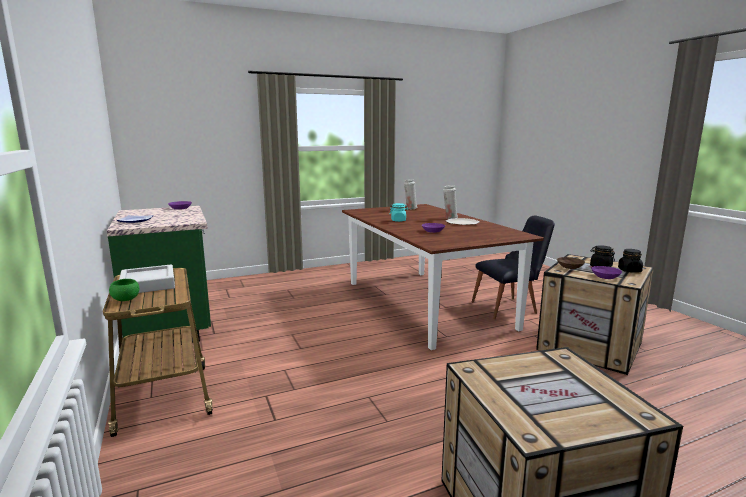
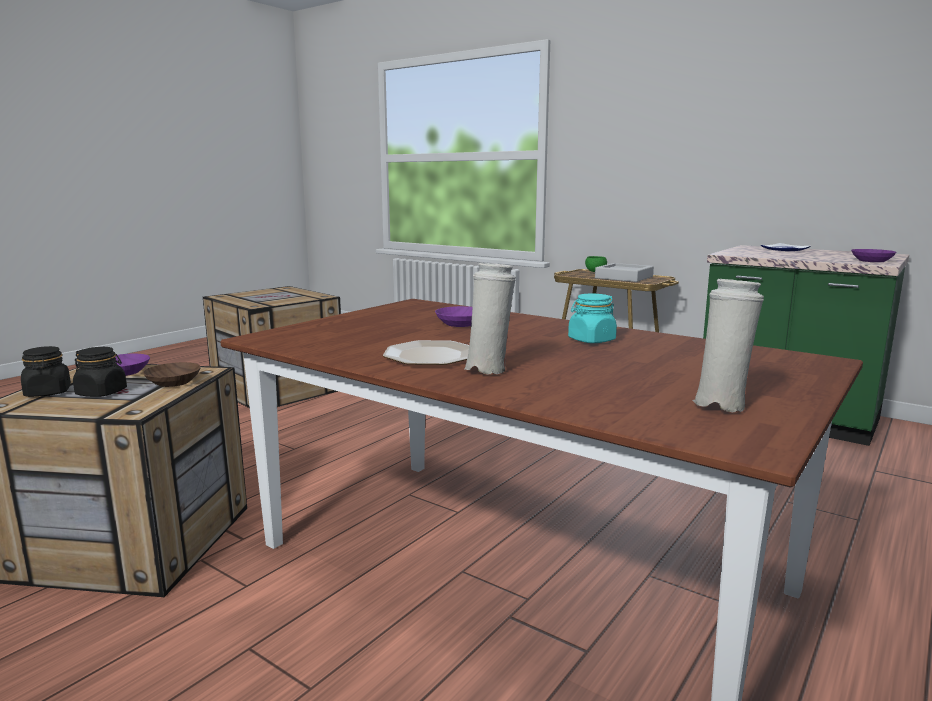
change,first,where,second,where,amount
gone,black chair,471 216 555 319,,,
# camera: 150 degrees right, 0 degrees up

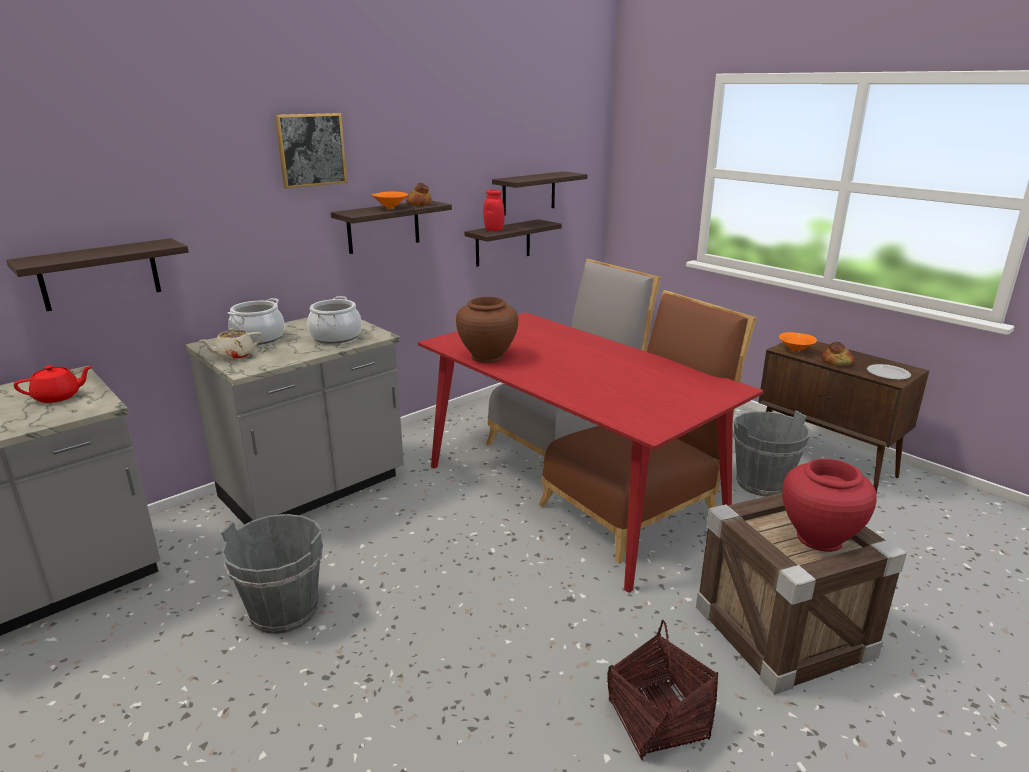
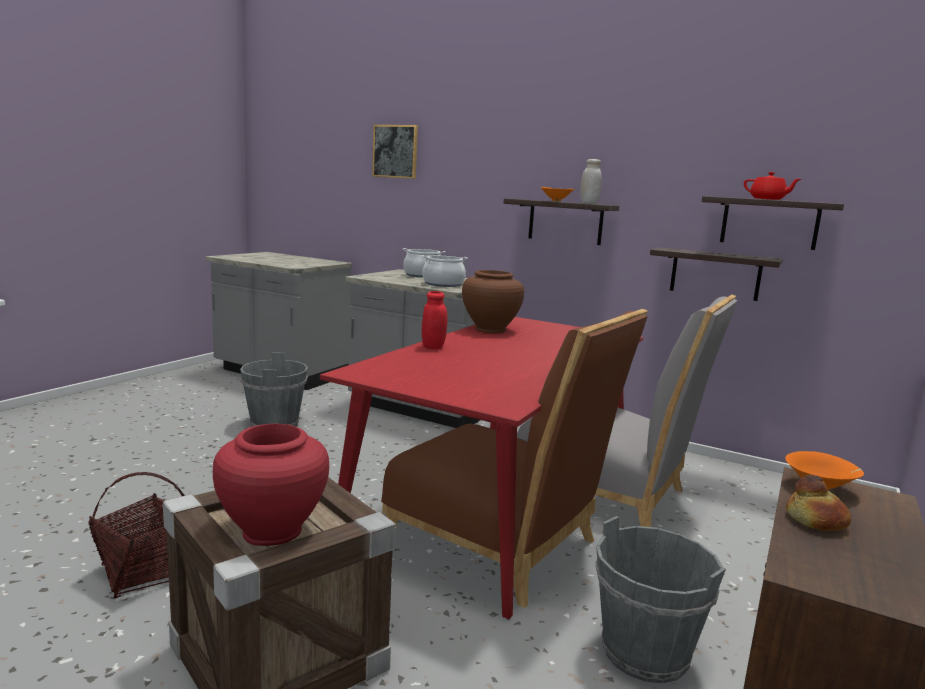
change,first,where,second,where,amount
gone,shelf,6 238 189 311,,,
gone,beige teapot,199 328 262 360,,,
gone,plate,867 364 911 380,,,
shifted,red teapot,14 365 93 403,,744 172 801 200,
shifted,picture,275 113 347 189,,372 125 418 179,
shifted,red jar,483 189 504 231,,422 291 447 349,
swapped,bread,406 183 432 206,white jar,580 159 602 204,
# camera: 70 degrees right, 10 degrees down

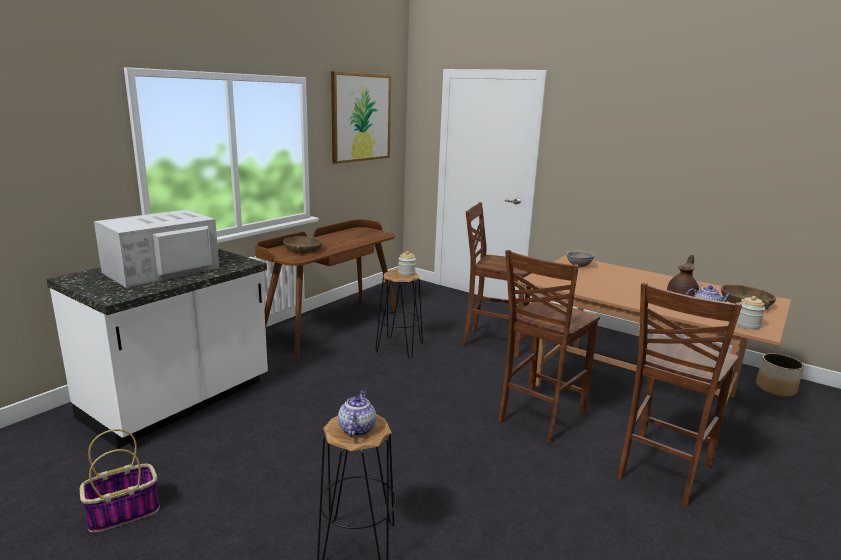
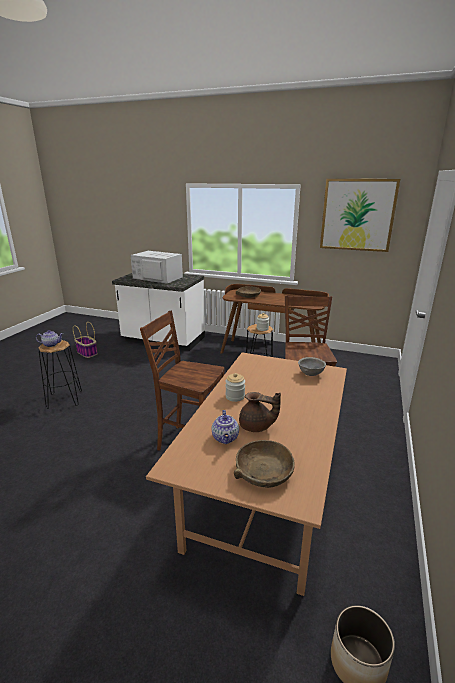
change,first,where,second,where,amount
gone,brown chair,617 283 742 507,,,
shifted,jar,736 296 765 330,,225 373 245 402,
# camera: 75 degrees right, 5 degrees up

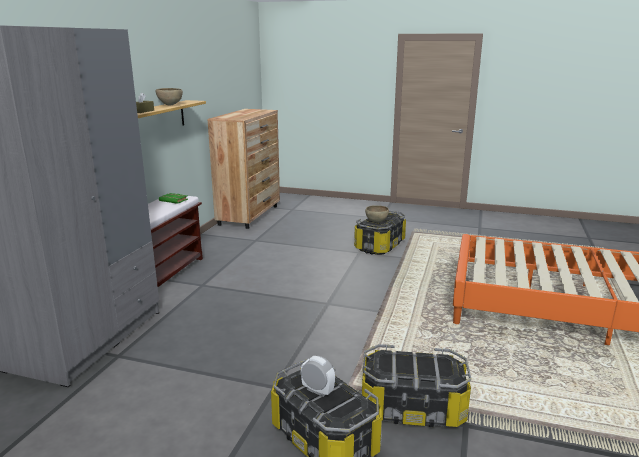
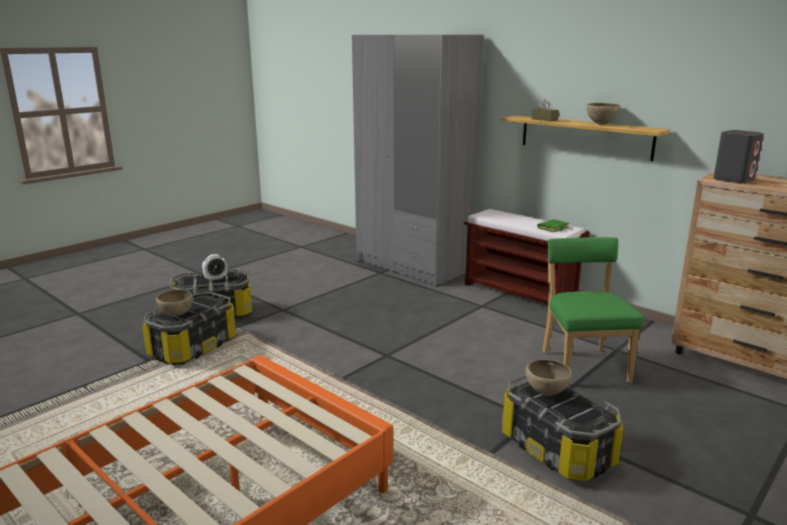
change,first,where,second,where,amount
new,,,brown bowl,156 289 193 316,
new,,,green chair,543 237 644 383,
new,,,grey speaker,714 130 764 183,
# camera: 115 degrees right, 0 degrees up

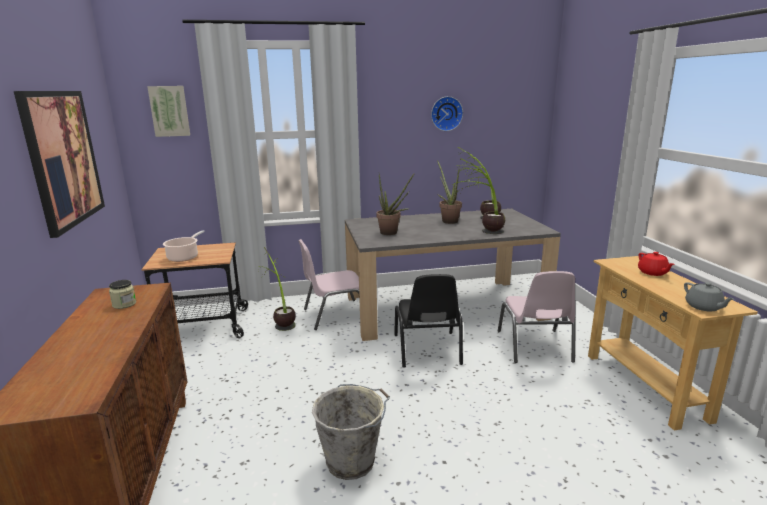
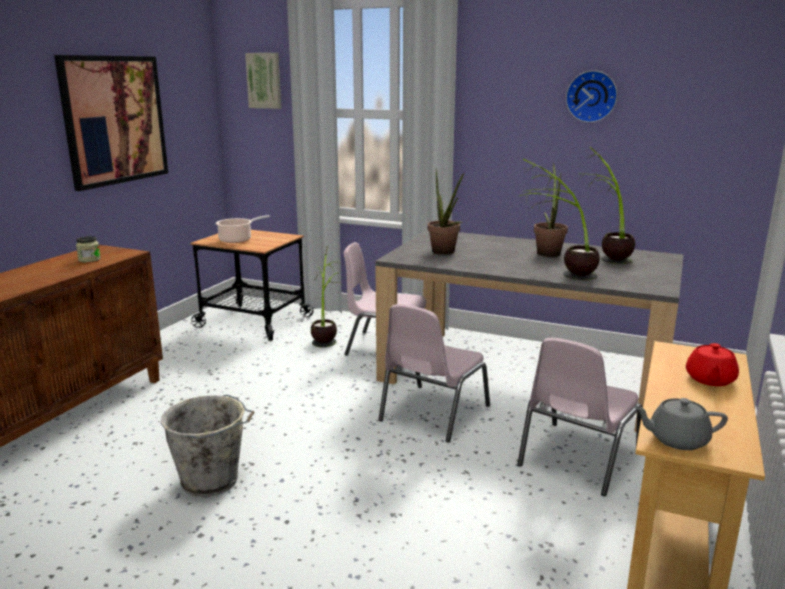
change,first,where,second,where,amount
repainted,black chair,394 274 463 368,pink chair,378 304 490 443,
rotated,grey teapot,684 282 735 311,,633 398 728 450,75 degrees clockwise
# camera: 35 degrees right, 0 degrees up

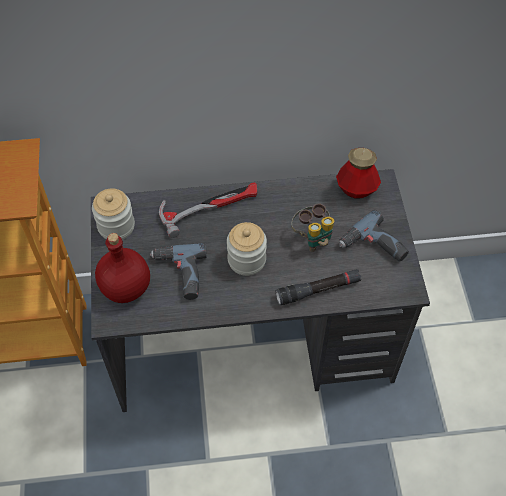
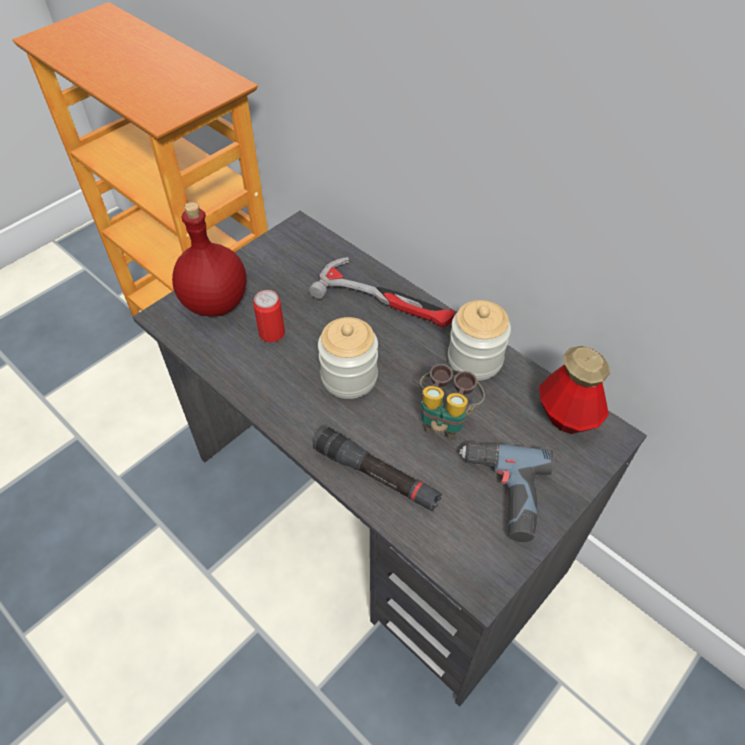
change,first,where,second,where,amount
shifted,jar,92 189 135 240,,448 300 511 381,
swapped,power drill,150 243 207 300,can,253 290 285 342,
# camera: 50 degrees right, 5 degrees down

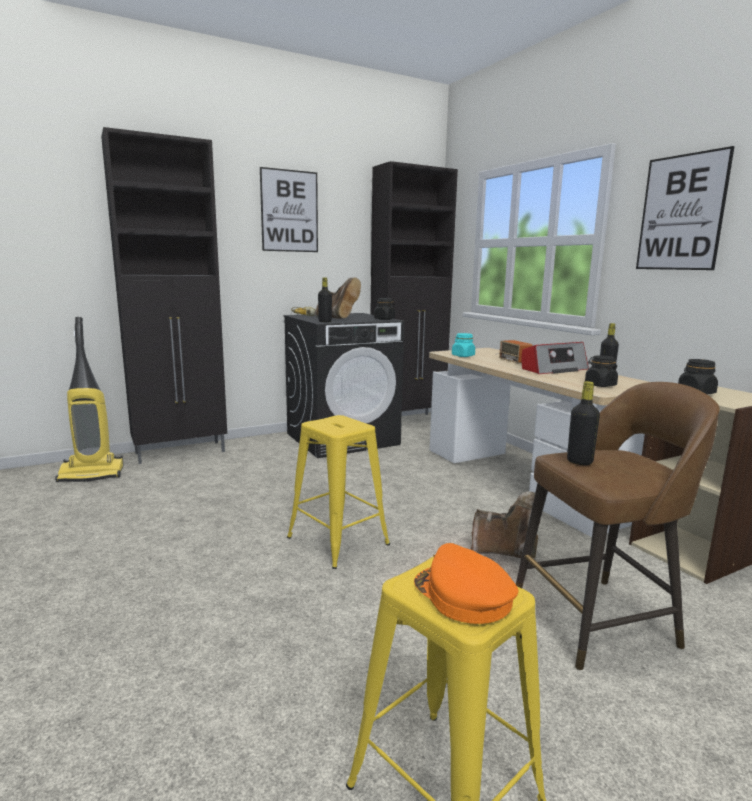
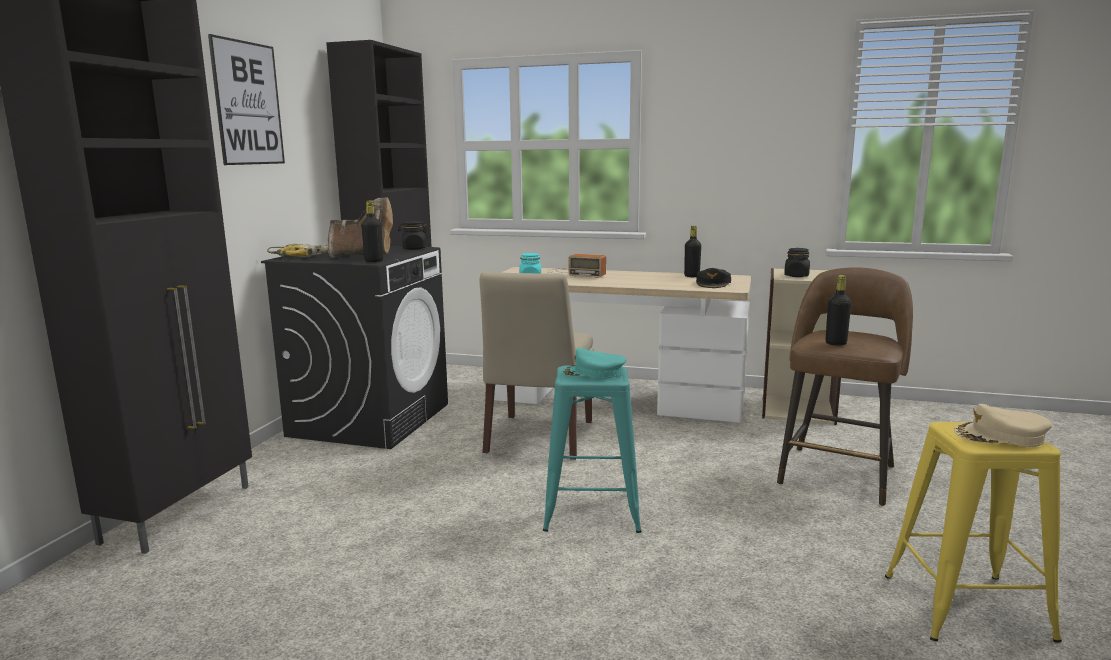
change,first,where,second,where,amount
gone,vacuum cleaner,55 317 124 482,,,
gone,brown boot,471 491 540 558,,,
gone,radio,522 342 589 374,,,
gone,picture,636 146 735 270,,,
new,,,beige chair,480 272 594 460,
new,,,turquoise cap,562 348 626 379,
swapped,black jar,585 355 618 387,black cap,696 268 731 288,
repainted,yellow stool,287 415 390 569,turquoise stool,543 365 642 533,
repainted,orange cap,414 543 518 624,beige cap,954 404 1052 447,
# camera: 45 degrees left, 0 degrees up

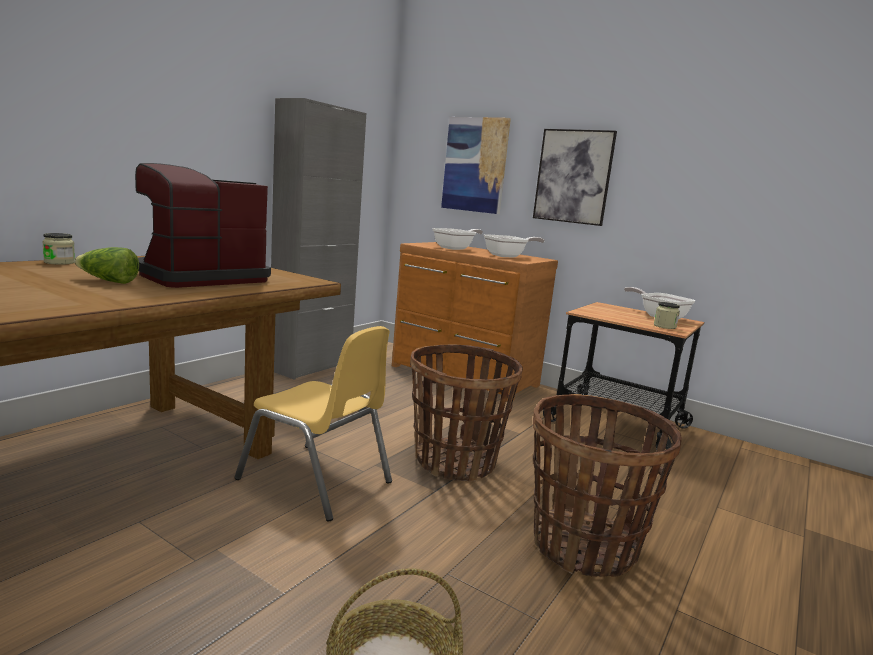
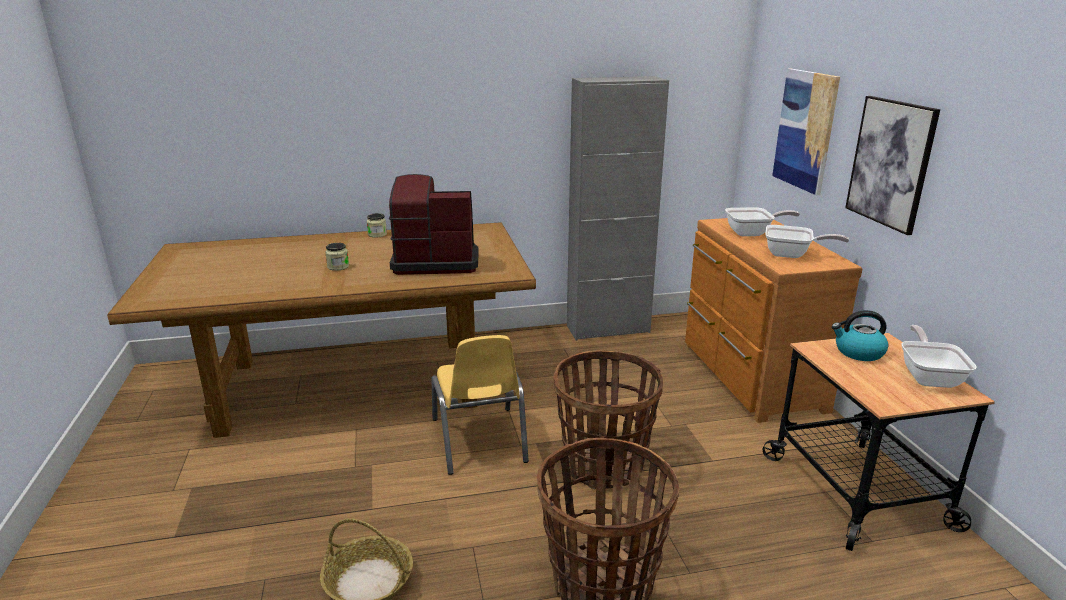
change,first,where,second,where,amount
gone,lettuce,74 247 139 284,,,
new,,,kettle,832 310 888 361,
shifted,jar,654 302 680 329,,325 243 349 271,
# camera: 45 degrees right, 10 degrees up

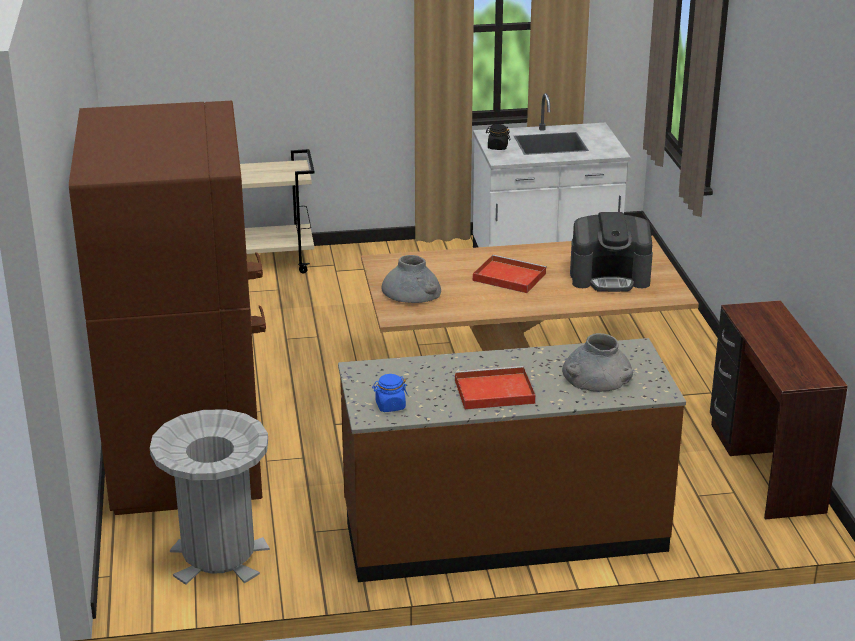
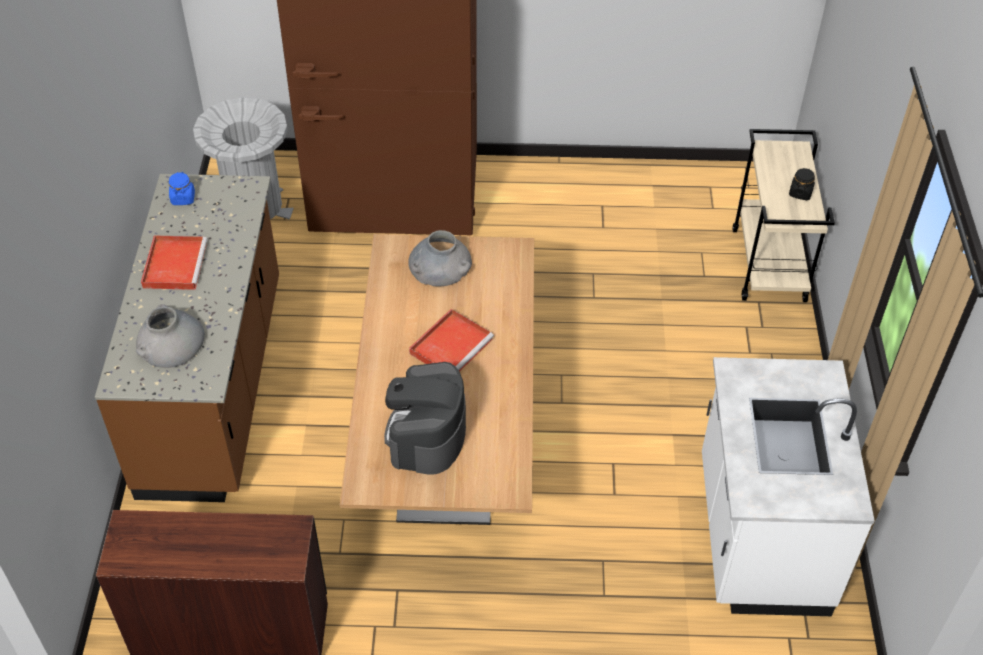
change,first,where,second,where,amount
shifted,black jar,485 124 510 150,,789 168 815 200,
# camera: 100 degrees right, 20 degrees up

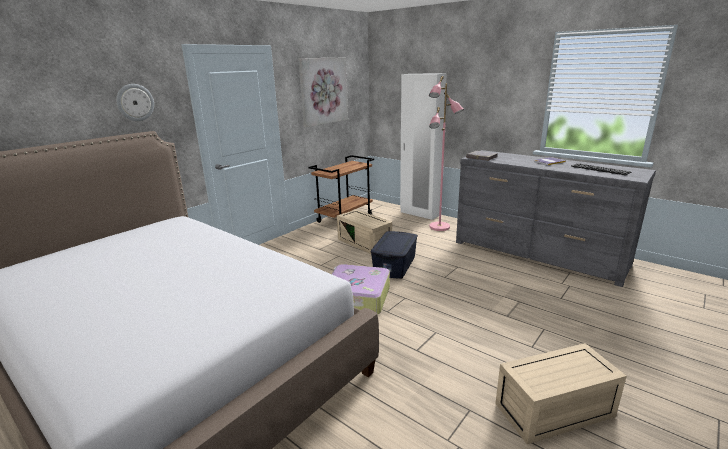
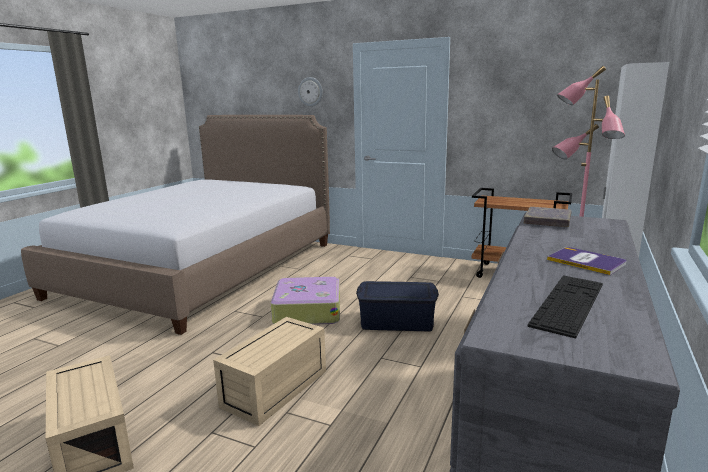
change,first,where,second,where,amount
gone,picture,298 58 348 127,,,
shifted,beige storage box,337 209 392 254,,213 317 326 426,
# camera: 75 degrees right, 5 degrees down

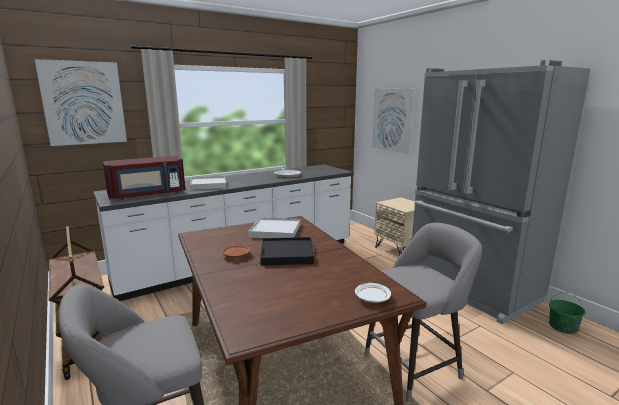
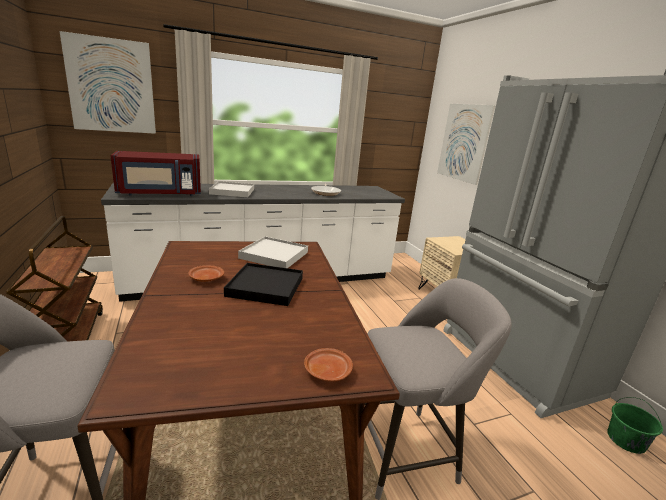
change,first,where,second,where,amount
repainted,white plate,355 283 391 303,brown plate,304 348 353 382,
# camera: 10 degrees right, 5 degrees up

